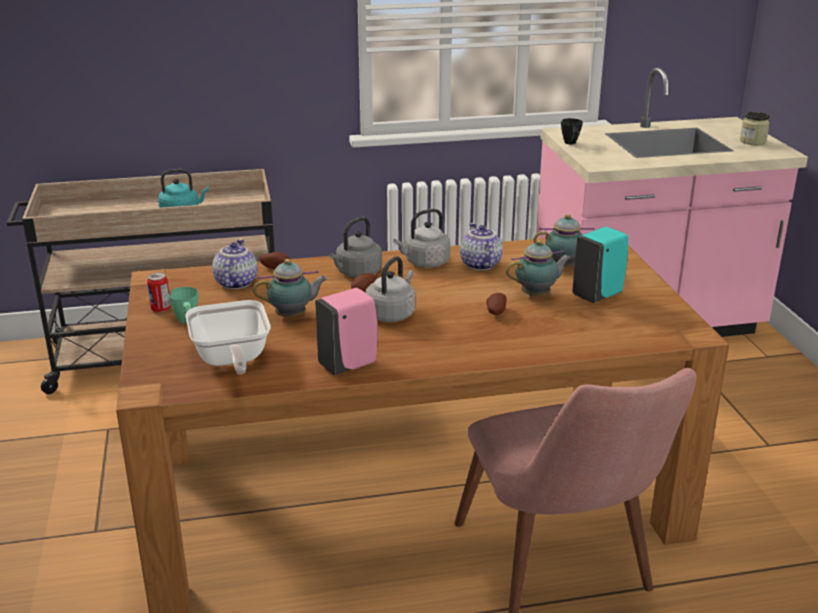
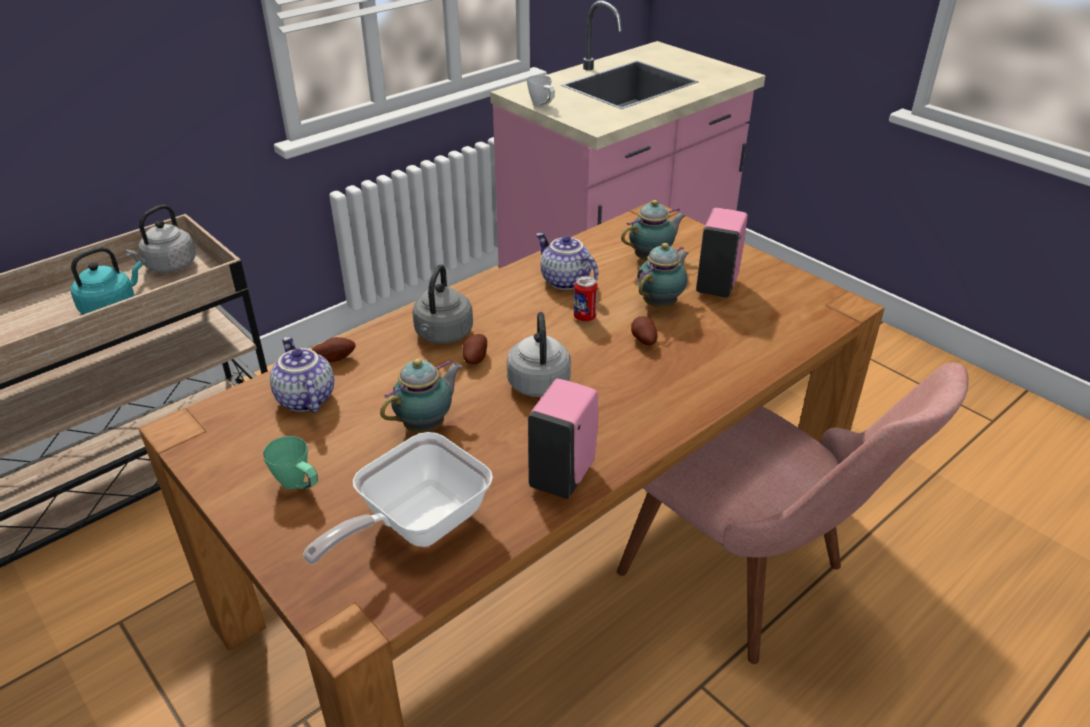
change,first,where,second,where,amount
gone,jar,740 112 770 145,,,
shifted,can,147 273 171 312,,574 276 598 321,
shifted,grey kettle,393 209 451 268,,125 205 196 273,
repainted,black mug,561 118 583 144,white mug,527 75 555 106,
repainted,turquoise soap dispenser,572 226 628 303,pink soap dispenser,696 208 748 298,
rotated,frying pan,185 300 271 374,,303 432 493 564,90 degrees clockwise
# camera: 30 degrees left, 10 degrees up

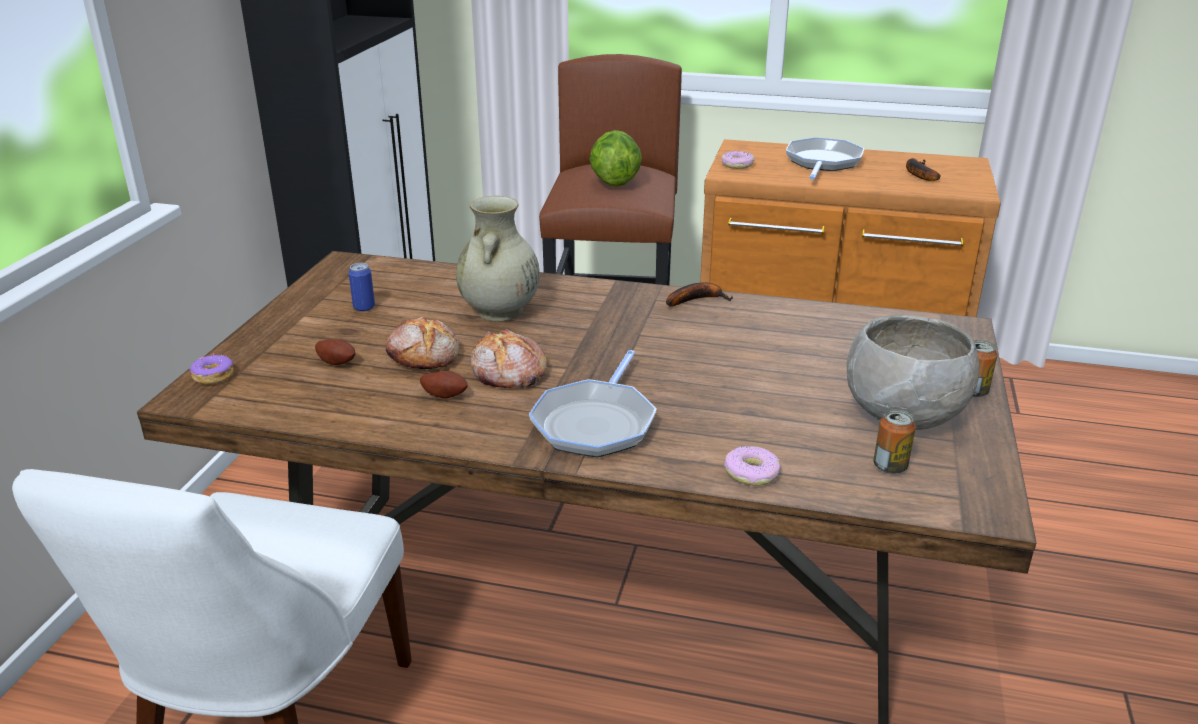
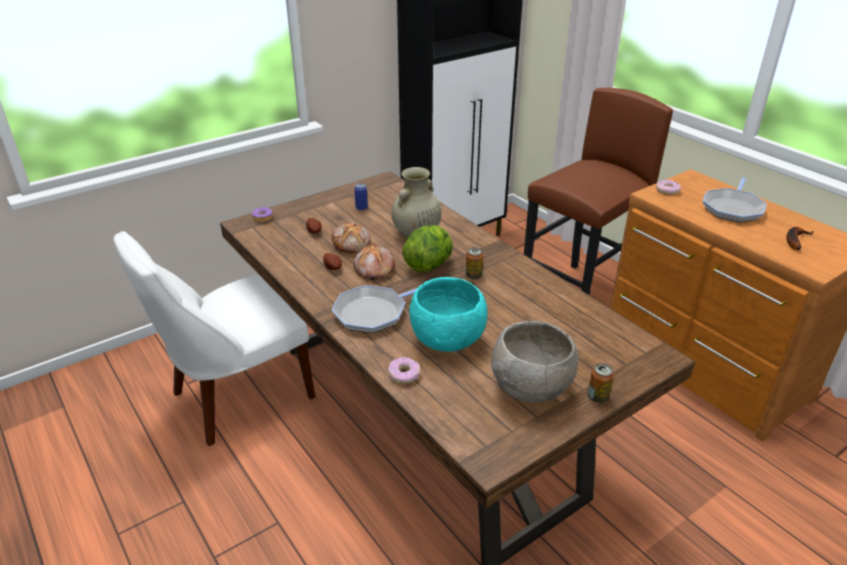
change,first,where,second,where,amount
gone,banana,666 282 733 307,,,
new,,,turquoise bowl,409 277 487 352,
shifted,lettuce,589 130 642 187,,402 225 453 272,
shifted,can,873 409 916 474,,465 247 484 279,
rotated,frying pan,786 137 864 180,,703 177 767 223,150 degrees clockwise
# camera: 40 degrees right, 5 degrees up

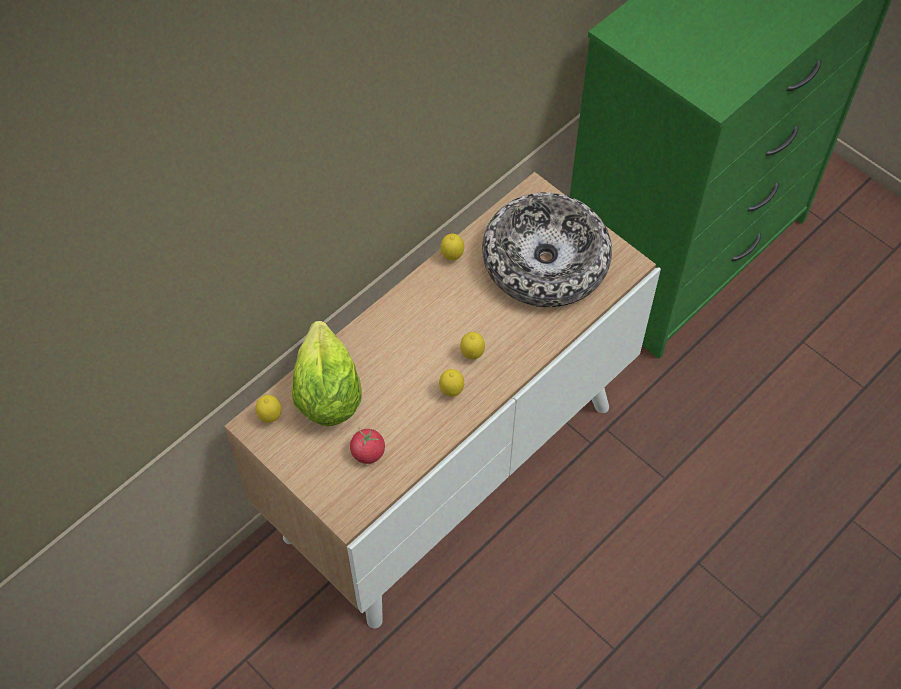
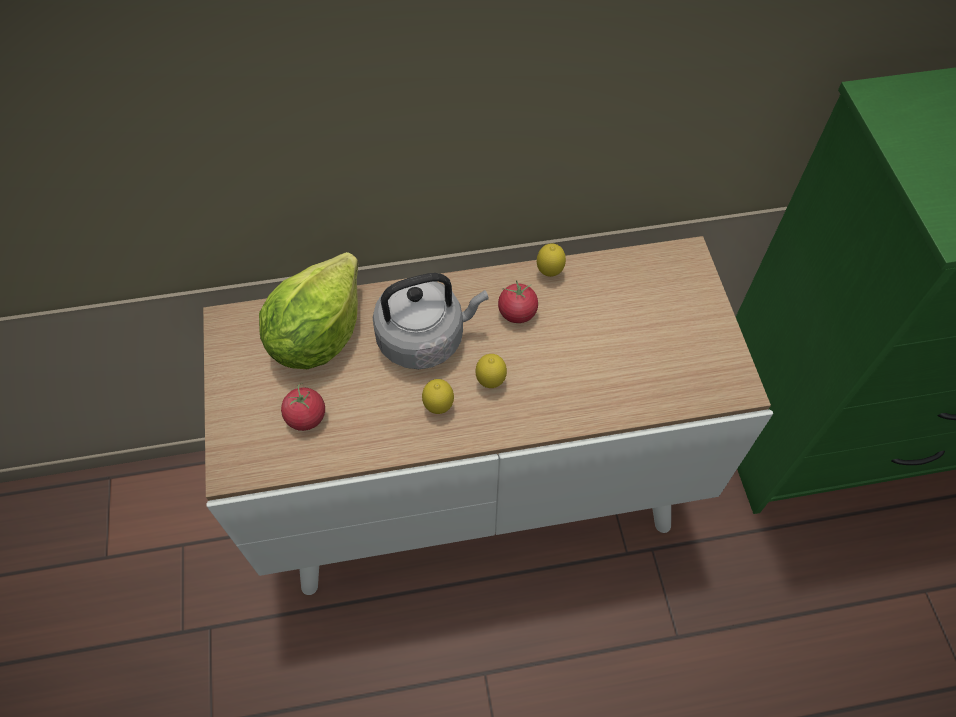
change,first,where,second,where,amount
gone,lemon,256 395 282 423,,,
gone,bowl,482 192 612 307,,,
new,,,grey kettle,372 273 489 369,
new,,,tomato,498 280 538 323,
# camera: 35 degrees right, 0 degrees up

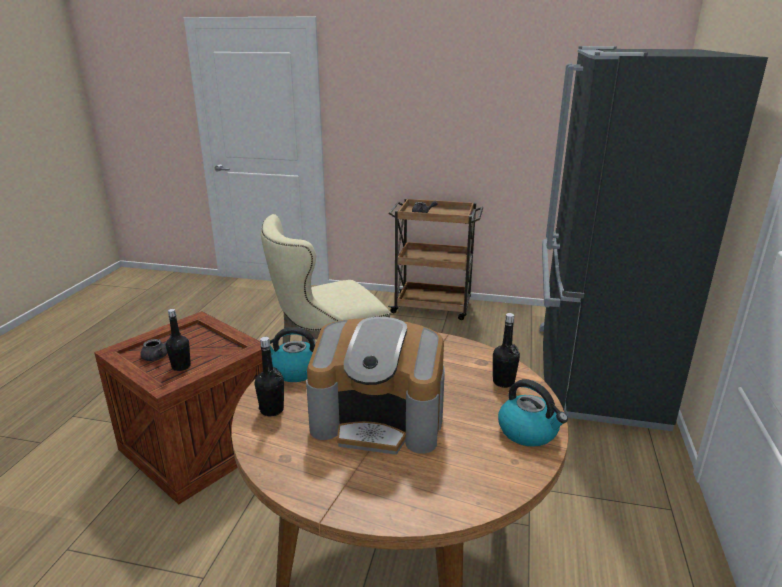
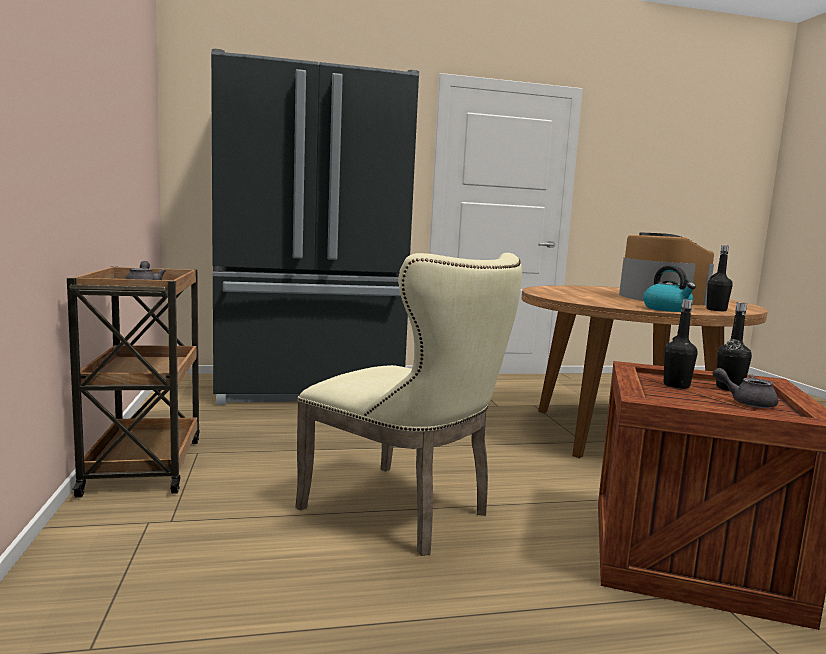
change,first,where,second,where,amount
gone,kettle,498 379 568 447,,,
shifted,black bottle,493 313 520 388,,664 299 698 389,
# camera: 115 degrees left, 15 degrees down

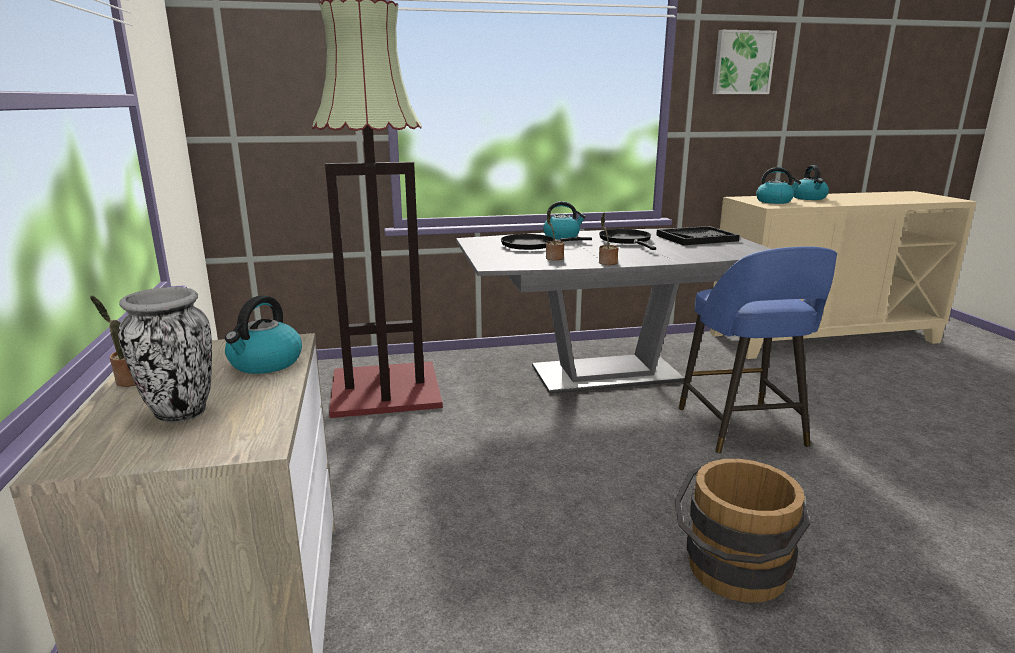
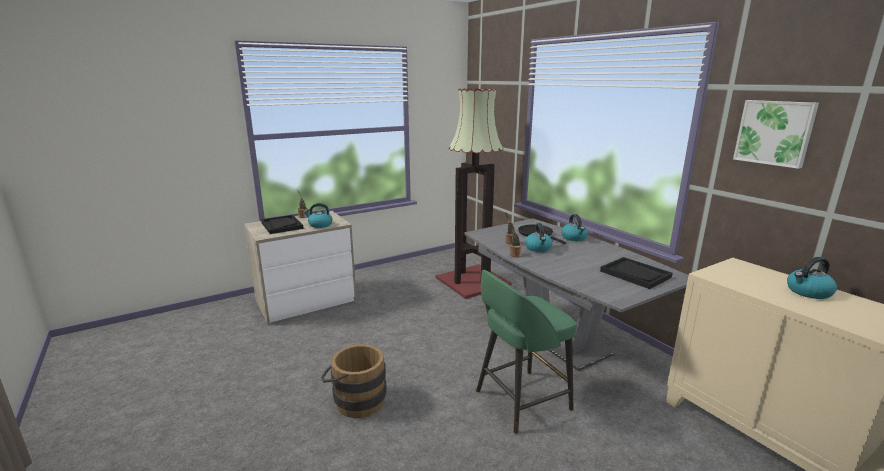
change,first,where,second,where,amount
gone,black frying pan,599 229 656 250,,,
shifted,kettle,756 167 801 204,,525 223 553 252,
swapped,vase,118 287 212 423,black tray,261 215 304 234,
repainted,blue stool,679 247 837 454,green stool,476 270 577 434,
# camera: 70 degrees right, 0 degrees up

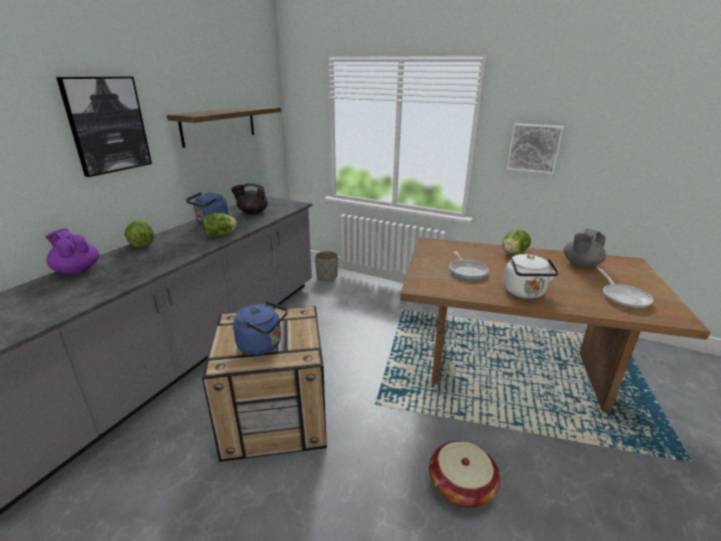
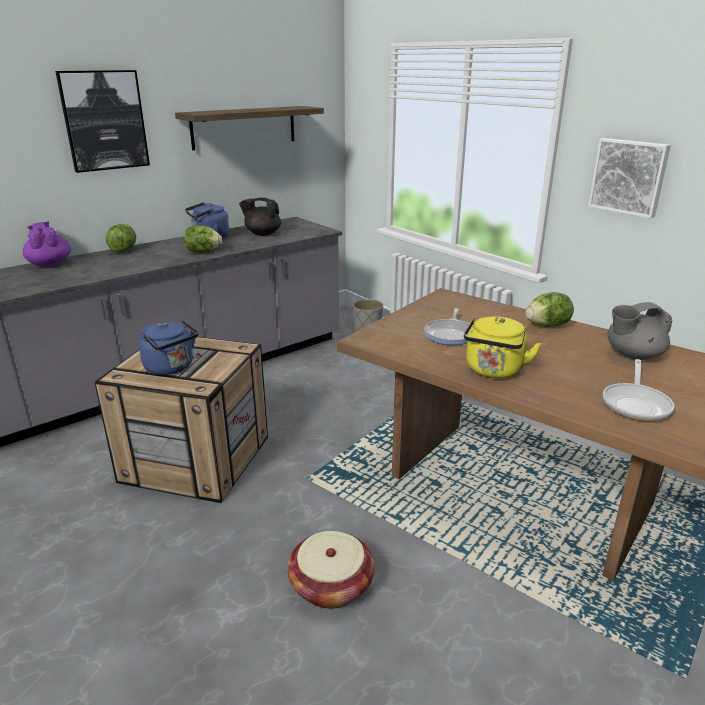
change,first,where,second,where,amount
repainted,white kettle,504 254 559 299,yellow kettle,464 316 541 378,
# camera: 25 degrees right, 0 degrees up

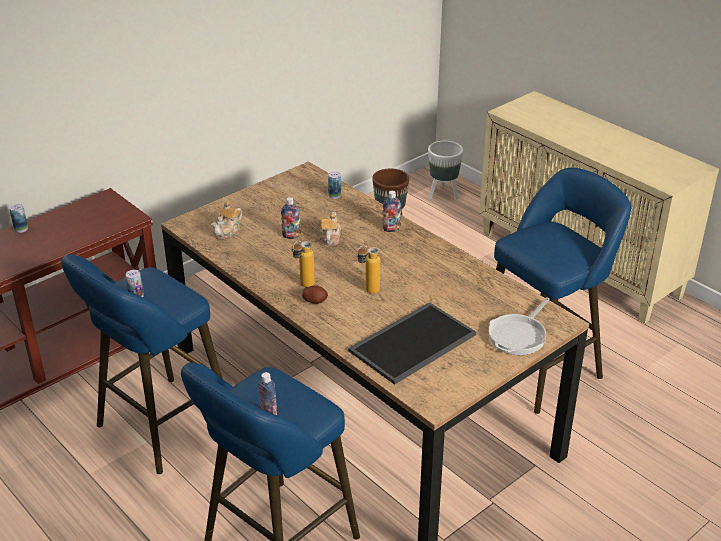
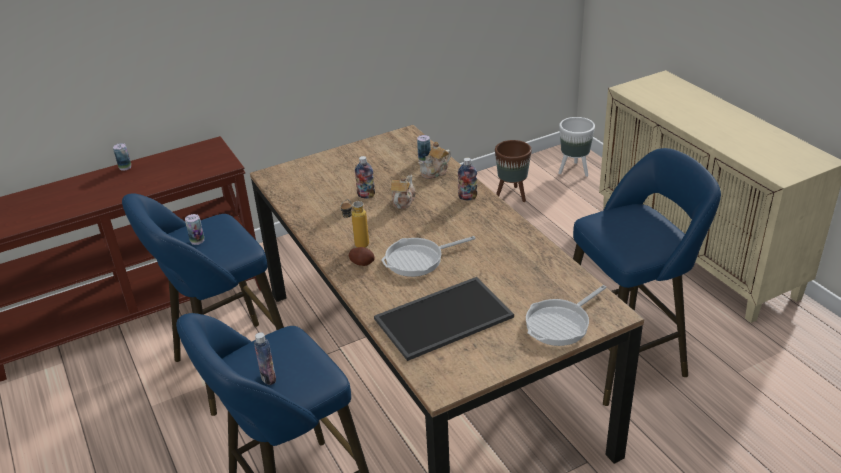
change,first,where,second,where,amount
shifted,teapot,211 201 242 240,,418 142 451 179,
swapped,bottle,357 245 380 294,frying pan,381 236 476 277,
# camera: 15 degrees right, 0 degrees up

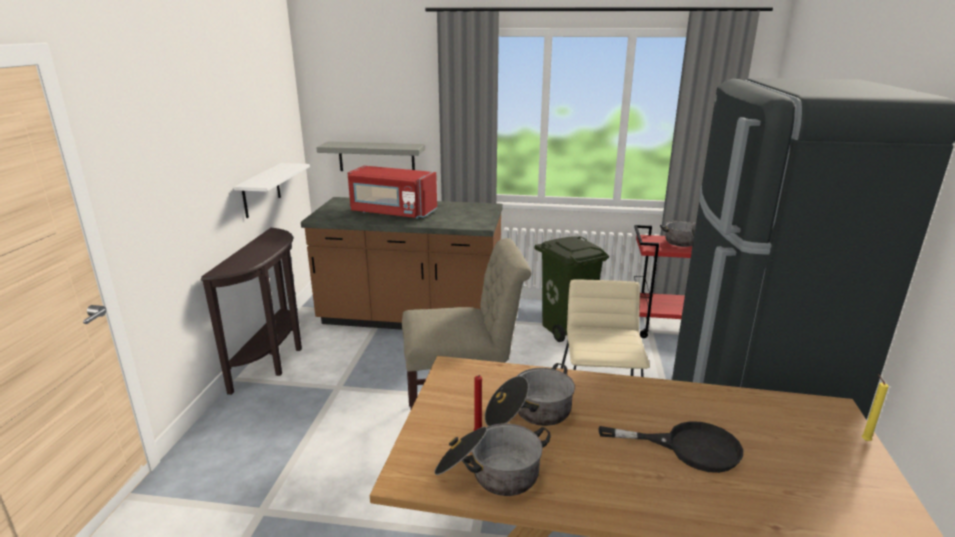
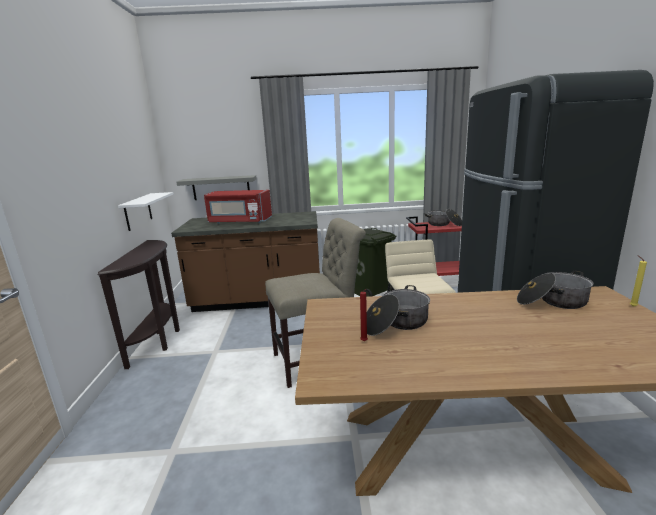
change,first,where,second,where,amount
gone,black frying pan,598 421 743 473,,,
shifted,cooking pot,434 423 550 496,,517 271 593 309,
# camera: 10 degrees left, 5 degrees down

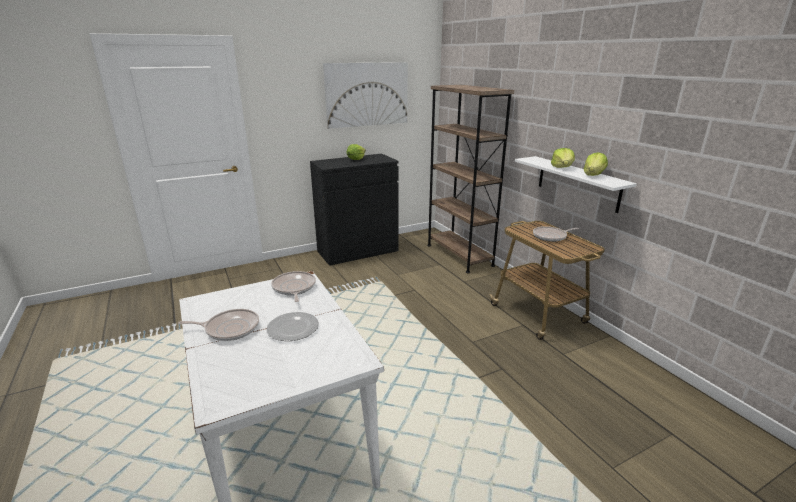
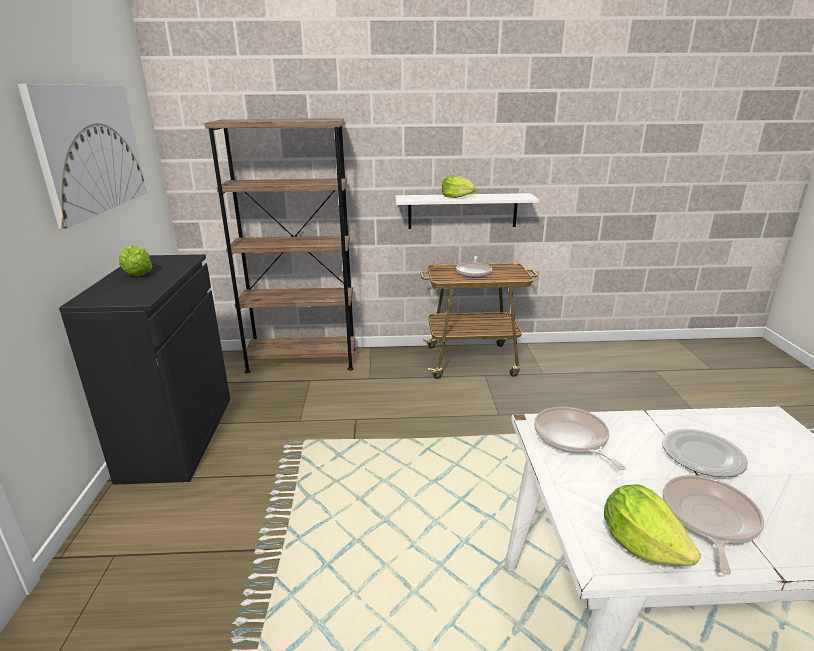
change,first,where,second,where,amount
shifted,lettuce,584 152 608 176,,604 484 701 566,
rotated,frying pan,271 271 316 302,,534 407 626 470,60 degrees clockwise
# camera: 65 degrees left, 0 degrees up

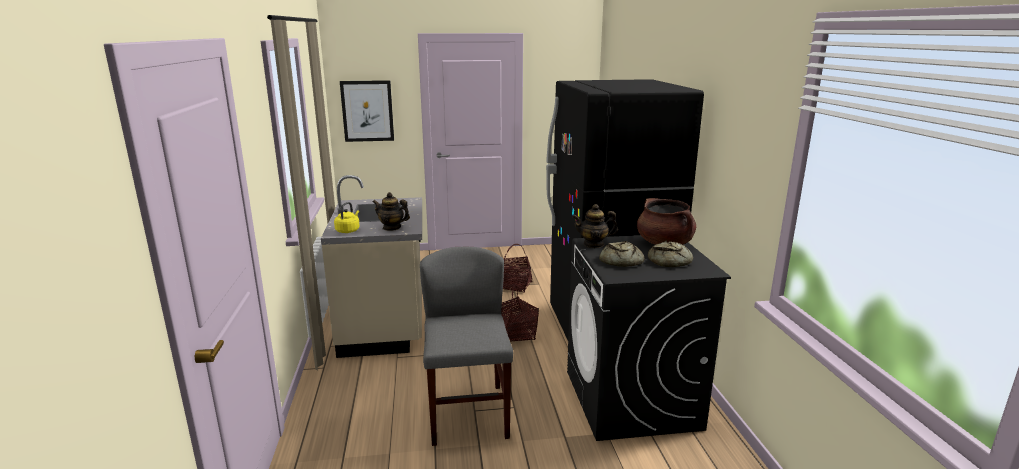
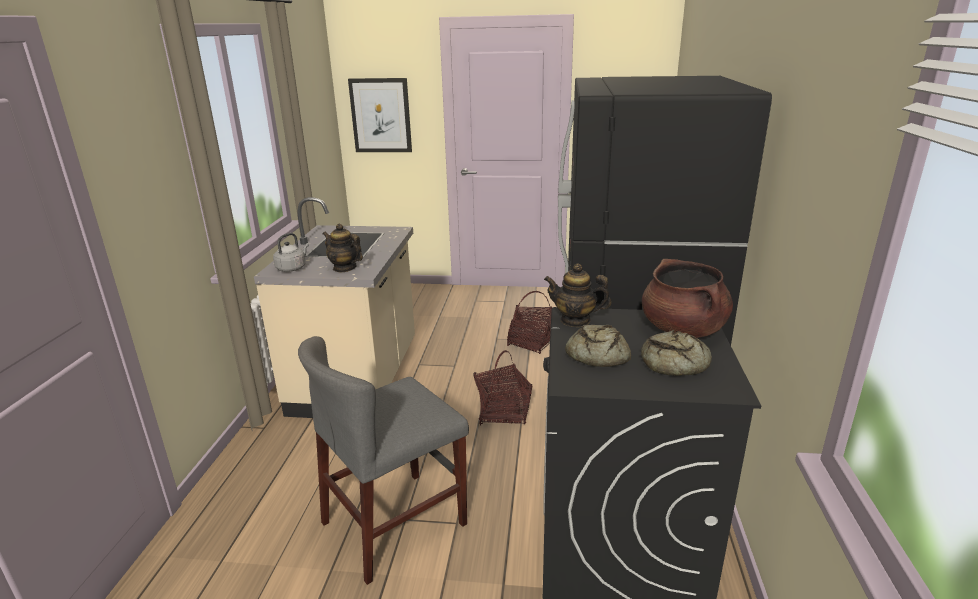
change,first,where,second,where,amount
repainted,yellow kettle,334 202 360 233,grey kettle,273 233 309 272,
rotated,grey chair,420 247 513 446,,298 336 469 585,135 degrees counterclockwise
# camera: 15 degrees right, 5 degrees up

